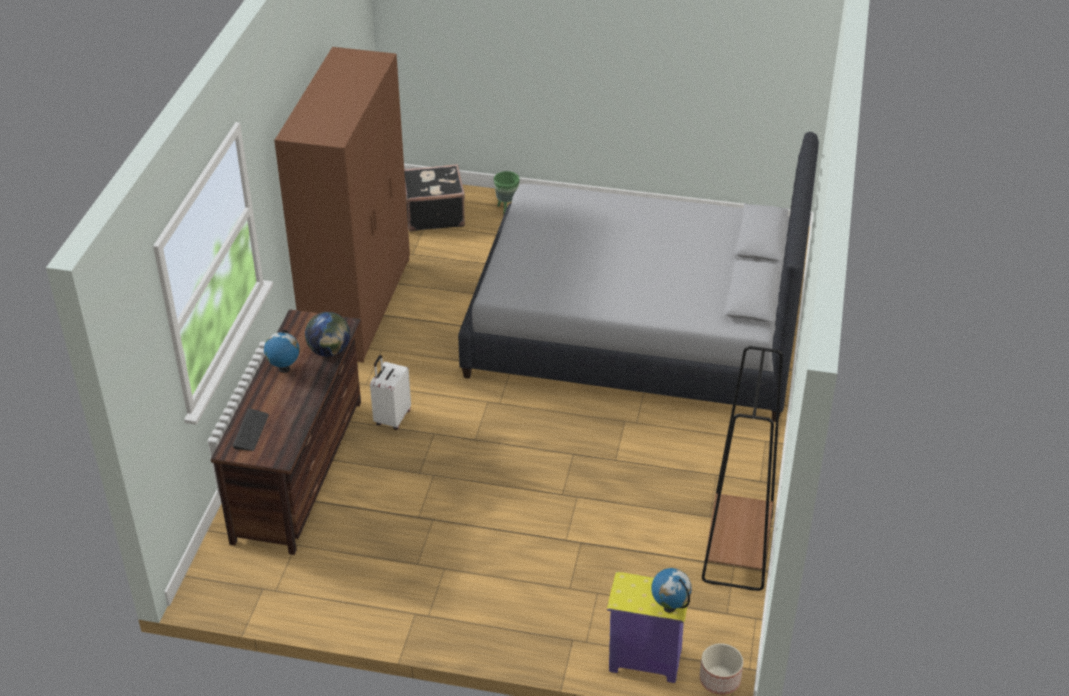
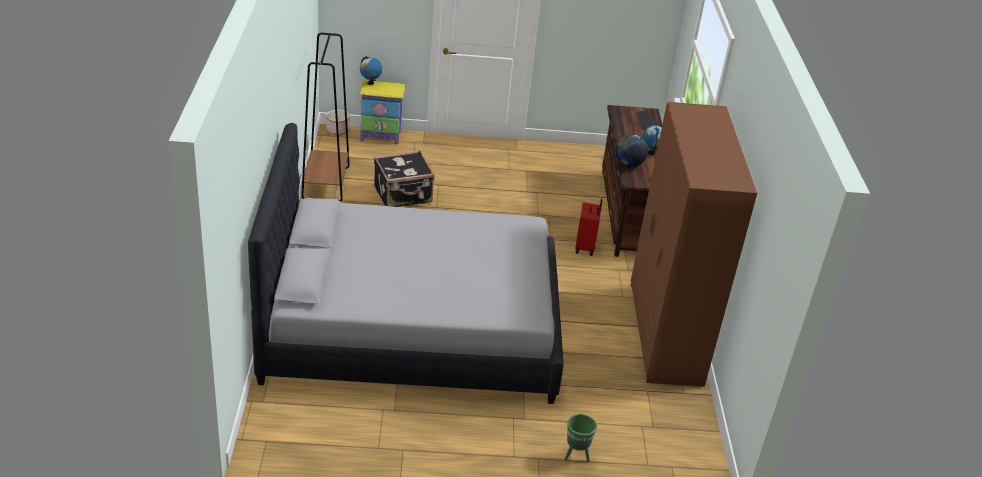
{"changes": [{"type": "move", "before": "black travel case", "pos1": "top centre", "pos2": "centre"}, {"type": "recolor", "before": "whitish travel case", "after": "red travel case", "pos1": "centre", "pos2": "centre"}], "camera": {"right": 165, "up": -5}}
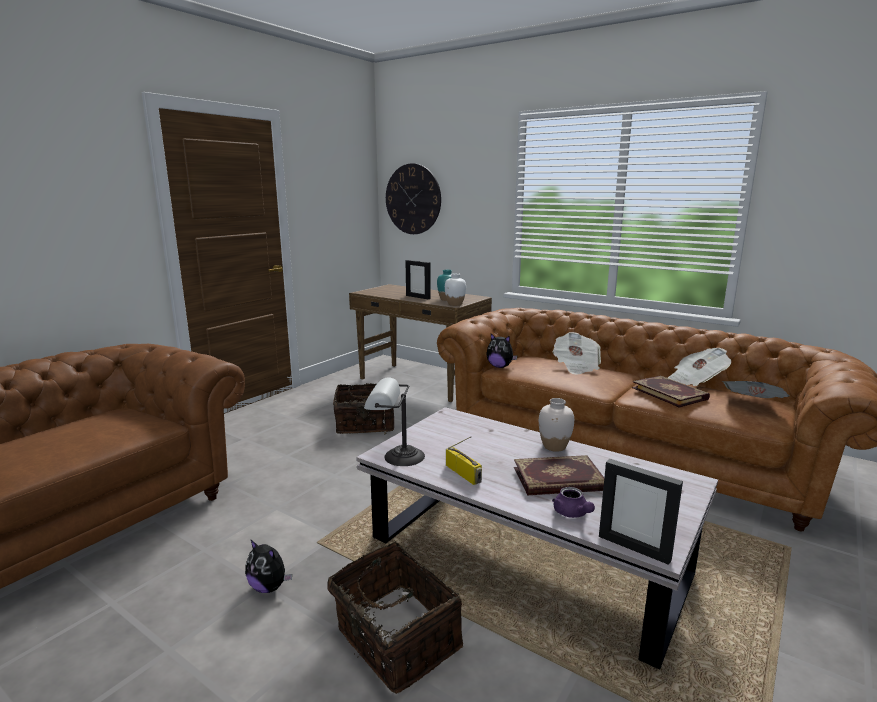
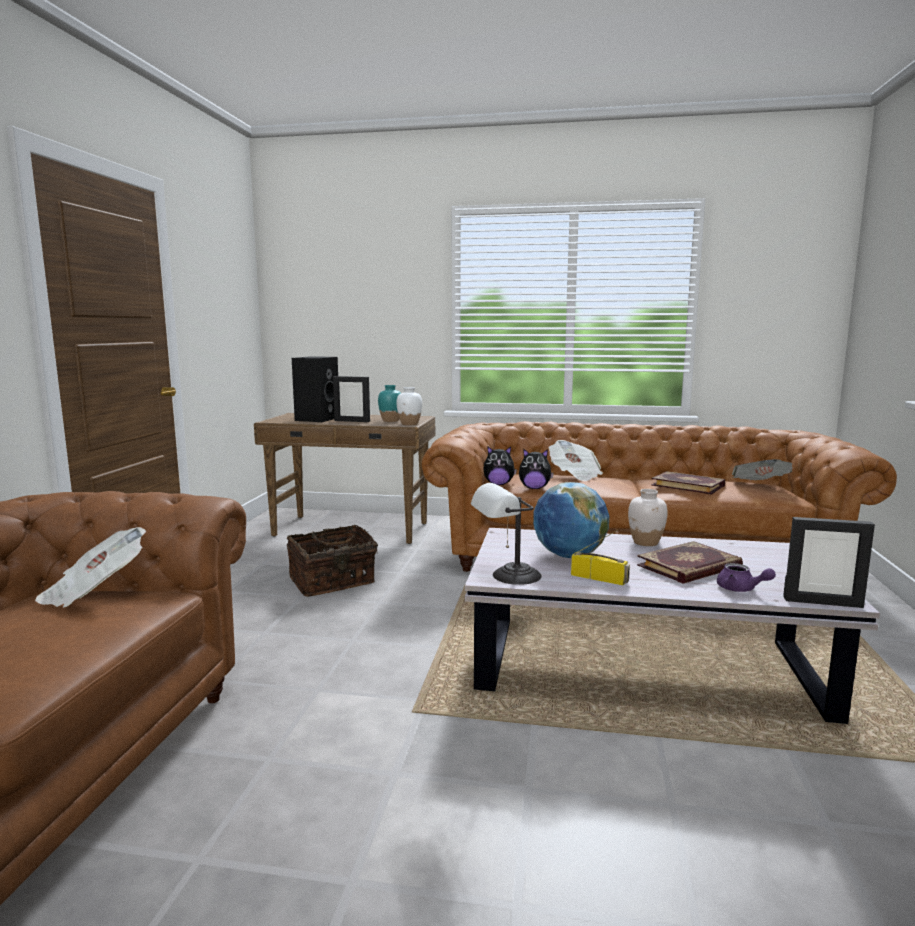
{"changes": [{"type": "delete", "before": "basket (2nd from left)", "pos1": "bottom centre"}, {"type": "delete", "before": "hanging clock", "pos1": "top centre"}, {"type": "insert", "after": "black speaker", "pos2": "centre"}, {"type": "insert", "after": "globe", "pos2": "centre"}, {"type": "move", "before": "soft toy (1st from left in the first image)", "after": "soft toy (2nd from left)", "pos1": "bottom left", "pos2": "centre"}, {"type": "move", "before": "newspaper (2nd from left in the first image)", "after": "newspaper (1st from left)", "pos1": "middle right", "pos2": "middle left"}], "camera": {"right": -25, "up": -5}}
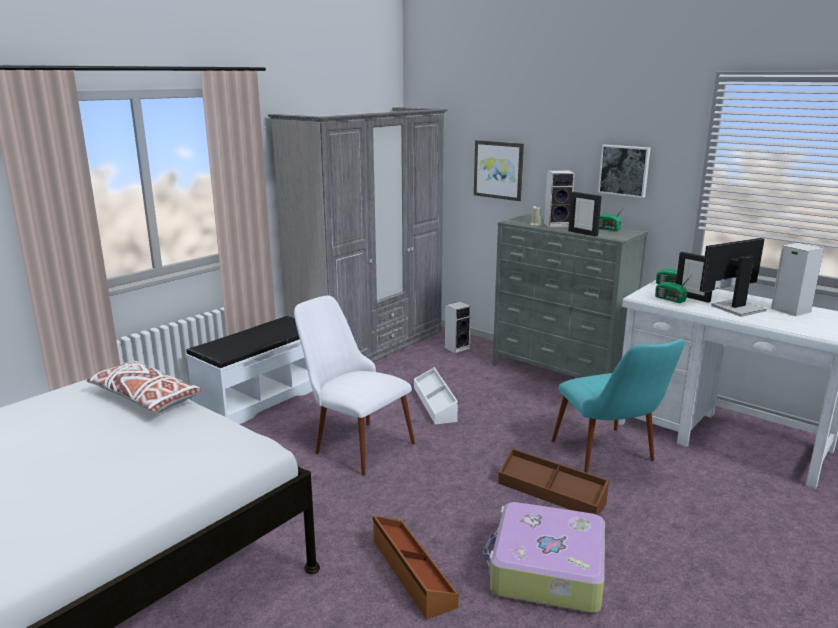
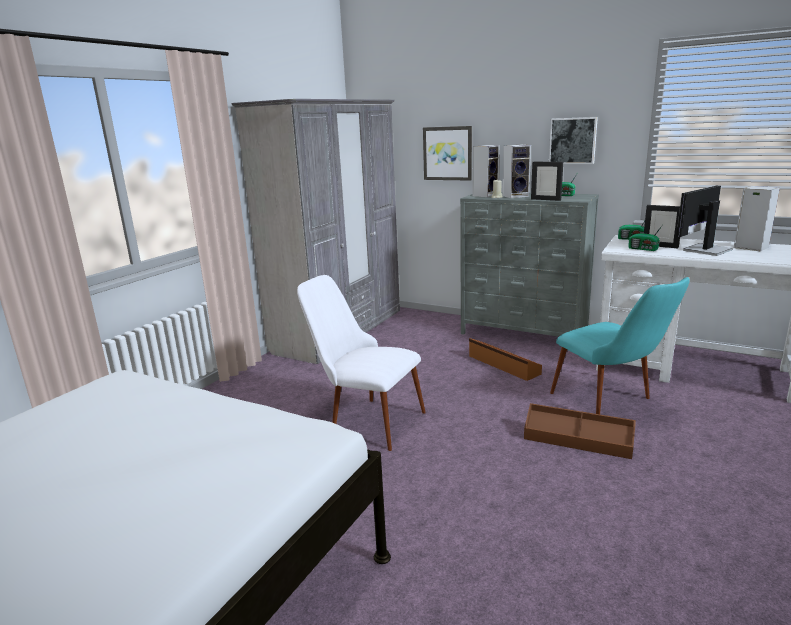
{"changes": [{"type": "delete", "before": "whitish pillow", "pos1": "middle left"}, {"type": "delete", "before": "whitish bench", "pos1": "middle left"}, {"type": "delete", "before": "whitish storage box", "pos1": "centre"}, {"type": "delete", "before": "travel case", "pos1": "bottom centre"}, {"type": "move", "before": "brown storage box (1st from left)", "pos1": "bottom centre", "pos2": "centre"}, {"type": "move", "before": "speaker (1st from left)", "pos1": "centre", "pos2": "top centre"}], "camera": {"right": -10, "up": 0}}
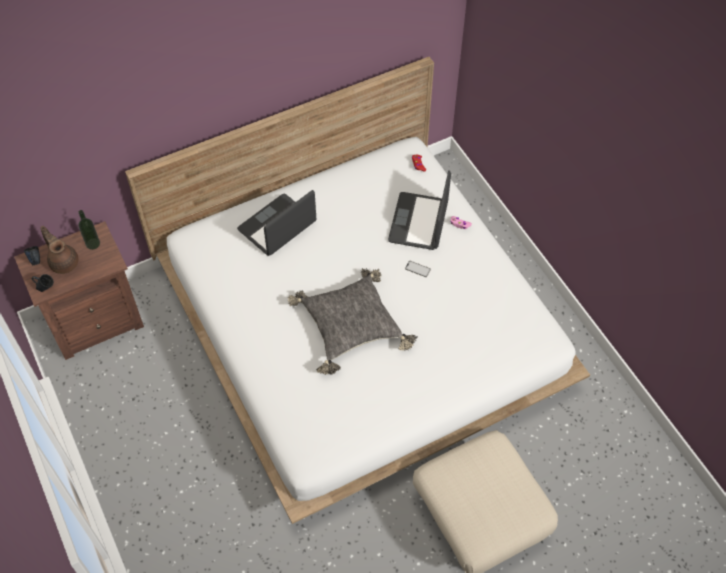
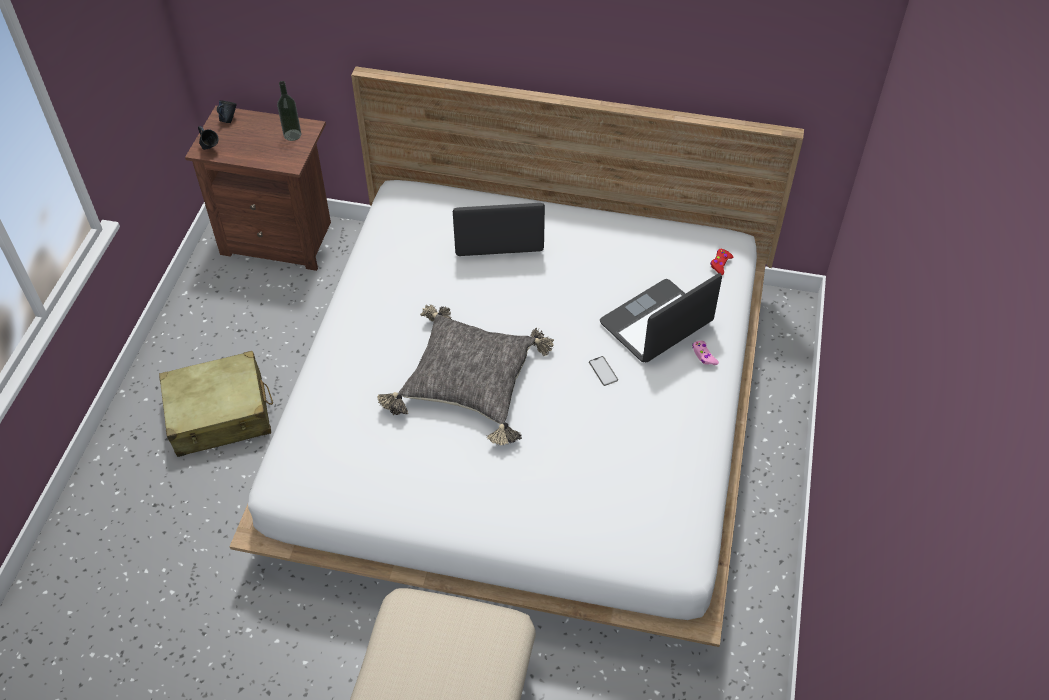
{"changes": [{"type": "delete", "before": "brown teapot", "pos1": "middle left"}, {"type": "insert", "after": "sand-coloured travel case", "pos2": "middle left"}], "camera": {"right": 40, "up": -5}}
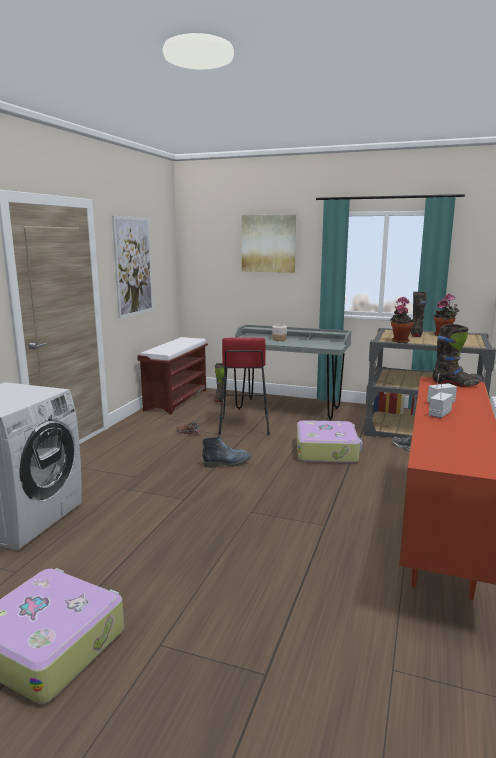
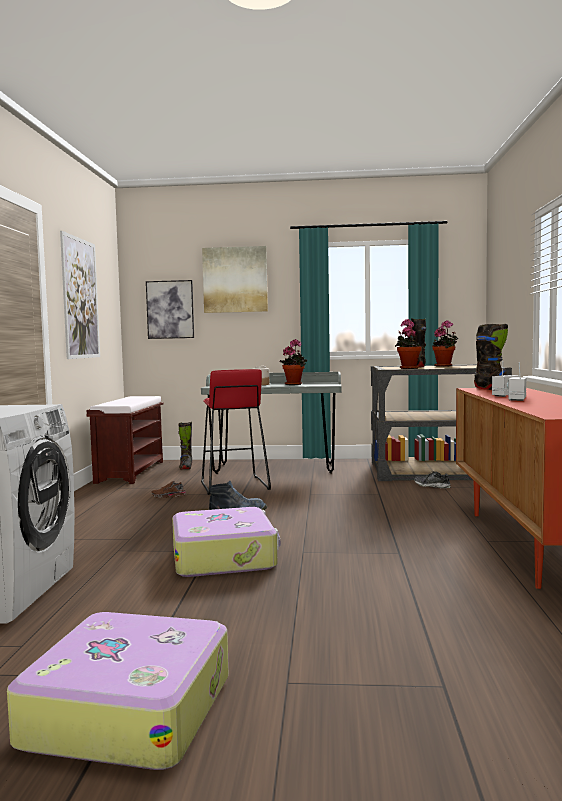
{"changes": [{"type": "insert", "after": "wall picture (2nd from left)", "pos2": "middle left"}, {"type": "insert", "after": "potted plant (1st from left)", "pos2": "centre"}, {"type": "move", "before": "travel case (2nd from left)", "pos1": "centre", "pos2": "bottom centre"}], "camera": {"right": -15, "up": -10}}
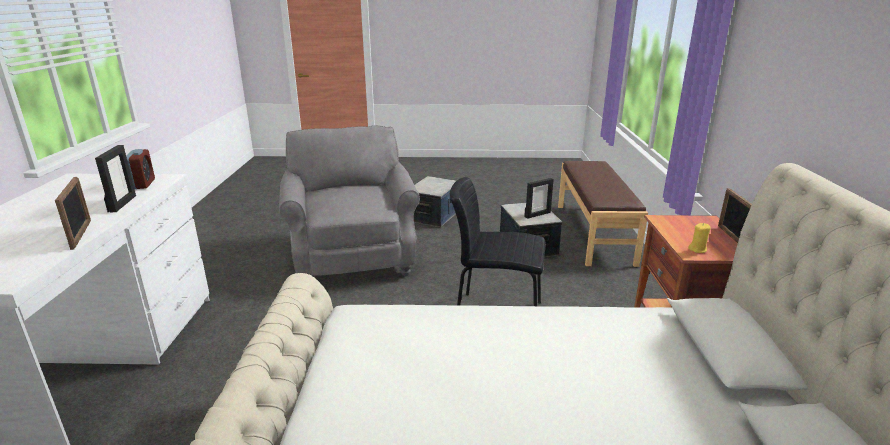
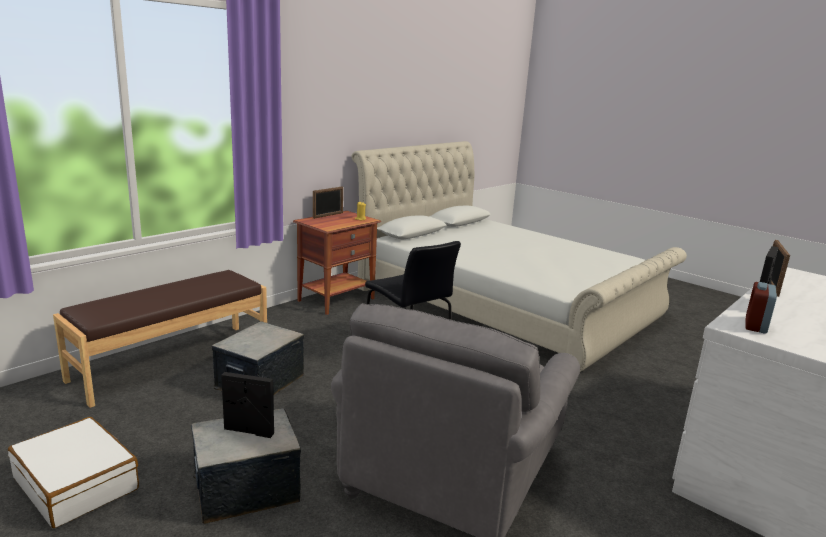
{"changes": [{"type": "insert", "after": "whitish travel case", "pos2": "bottom left"}, {"type": "move", "before": "standing frame (3rd from left in the first image)", "after": "standing frame (1st from left)", "pos1": "centre", "pos2": "bottom left"}], "camera": {"right": -140, "up": -5}}
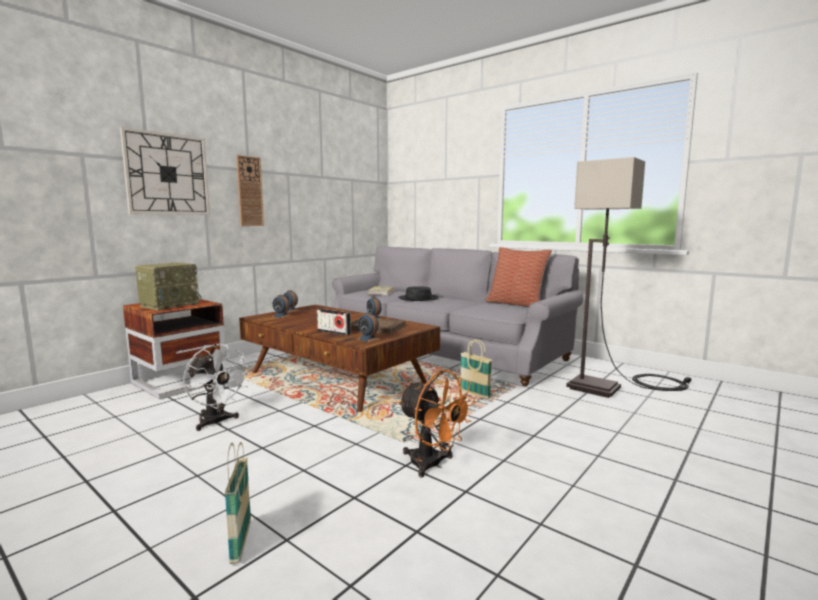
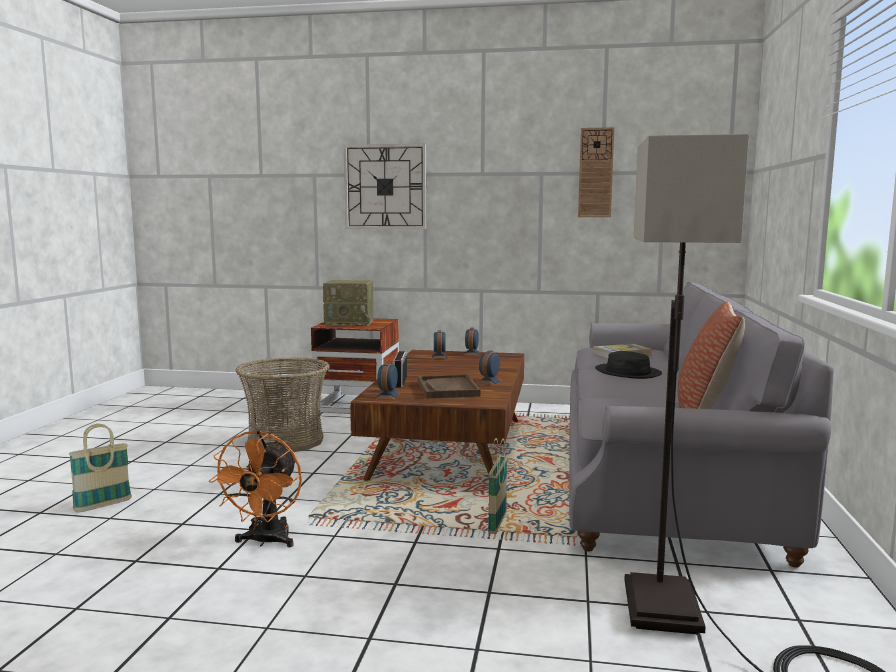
{"changes": [{"type": "move", "before": "hanging clock (2nd from left)", "pos1": "top left", "pos2": "top centre"}, {"type": "replace", "before": "whitish fan", "after": "basket (2nd from left)", "pos1": "middle left", "pos2": "middle left"}], "camera": {"right": 60, "up": 0}}
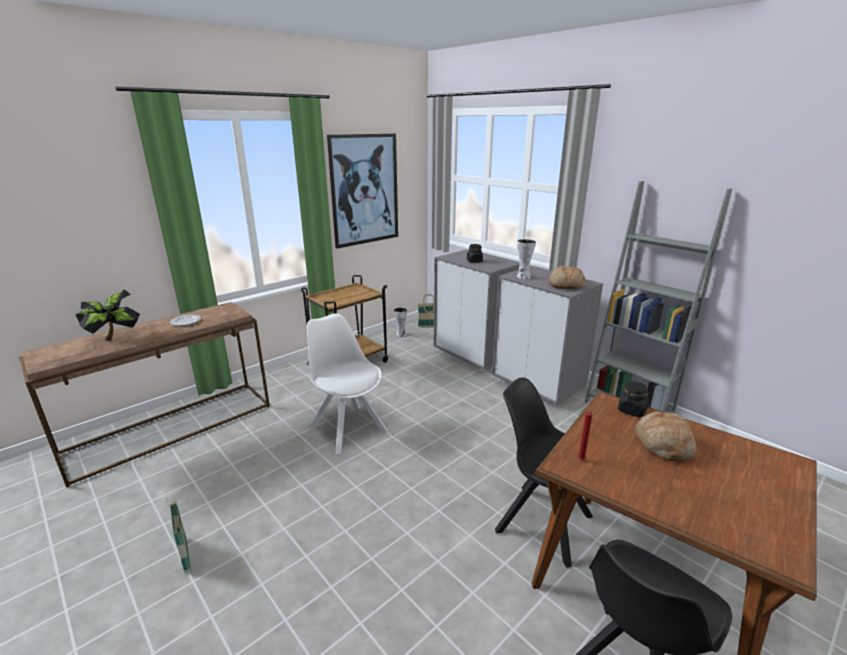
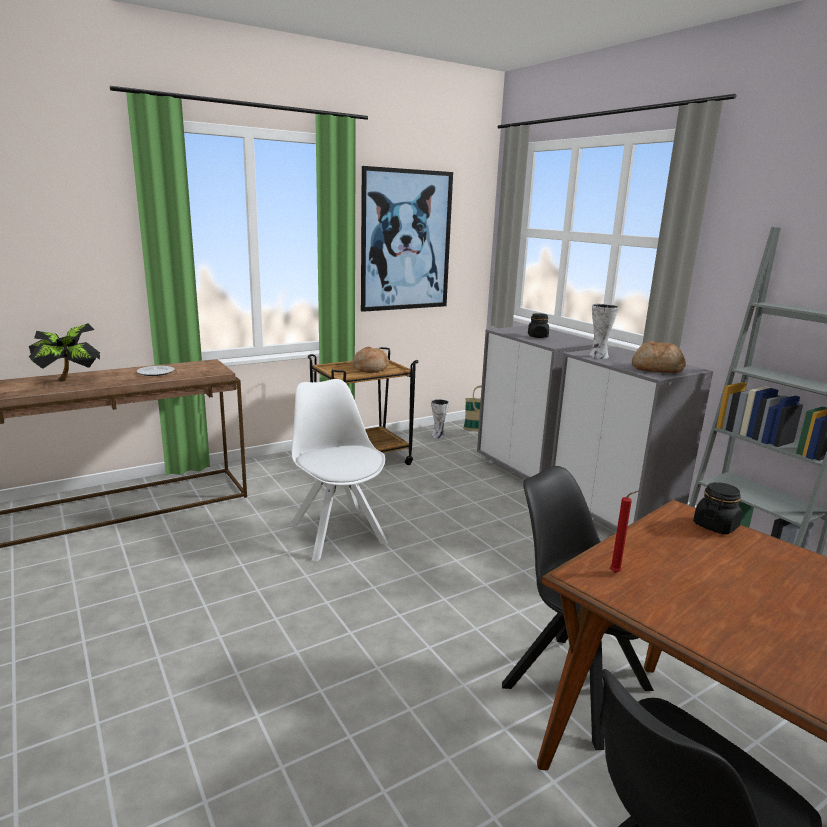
{"changes": [{"type": "delete", "before": "basket (1st from left)", "pos1": "bottom left"}, {"type": "move", "before": "baked bread (2nd from left in the first image)", "after": "baked bread (1st from left)", "pos1": "middle right", "pos2": "centre"}], "camera": {"right": 10, "up": -5}}
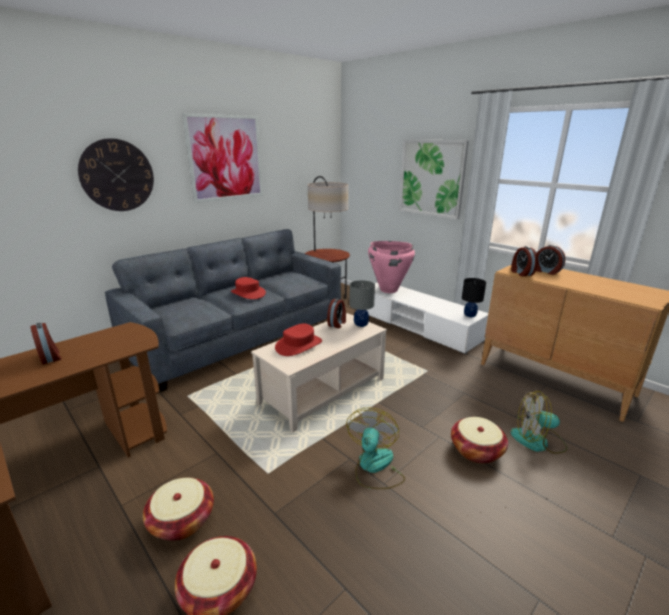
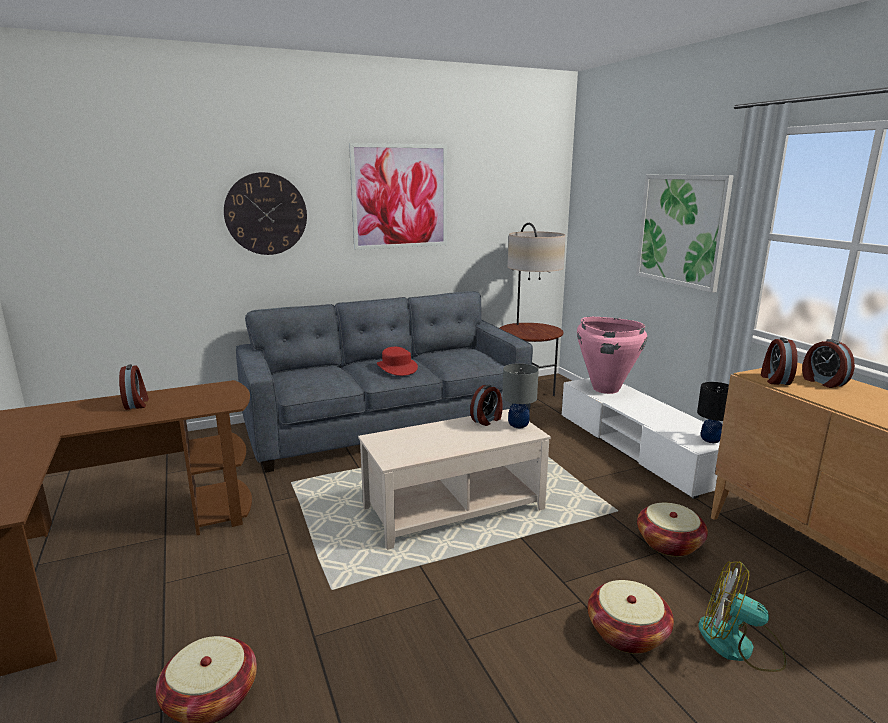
{"changes": [{"type": "delete", "before": "red hat (2nd from left)", "pos1": "centre"}, {"type": "delete", "before": "fan (1st from left)", "pos1": "bottom centre"}, {"type": "move", "before": "basket (1st from left in the first image)", "after": "basket (3rd from left)", "pos1": "bottom left", "pos2": "bottom right"}], "camera": {"right": 20, "up": -5}}
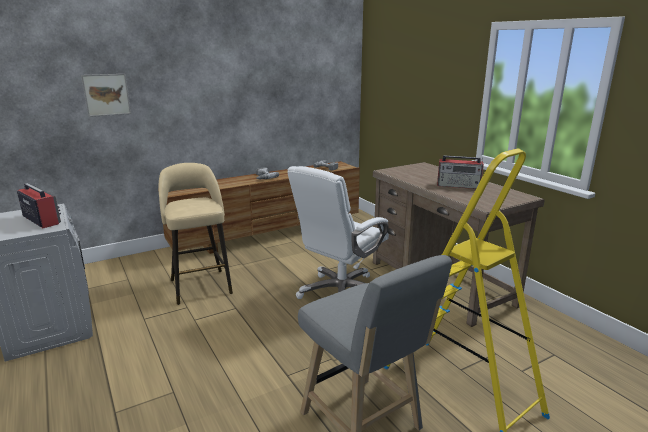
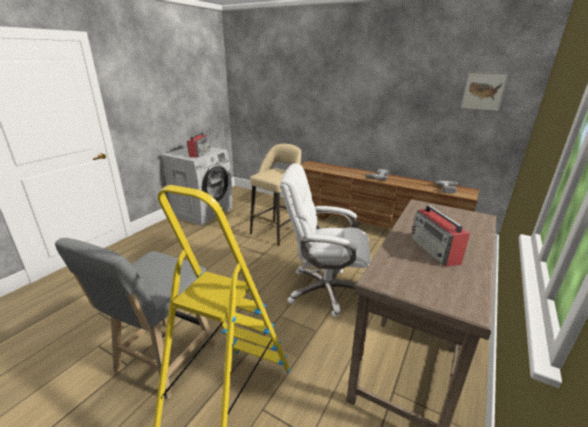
{"changes": [{"type": "move", "before": "wall picture", "pos1": "top left", "pos2": "top right"}], "camera": {"right": 60, "up": 5}}
